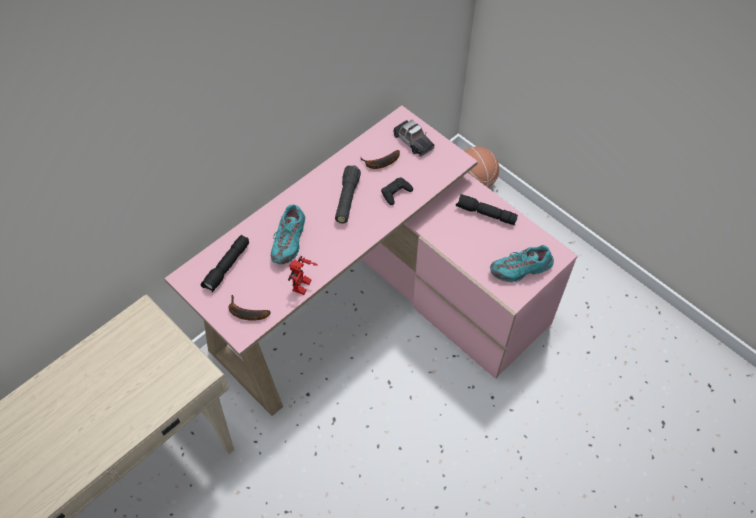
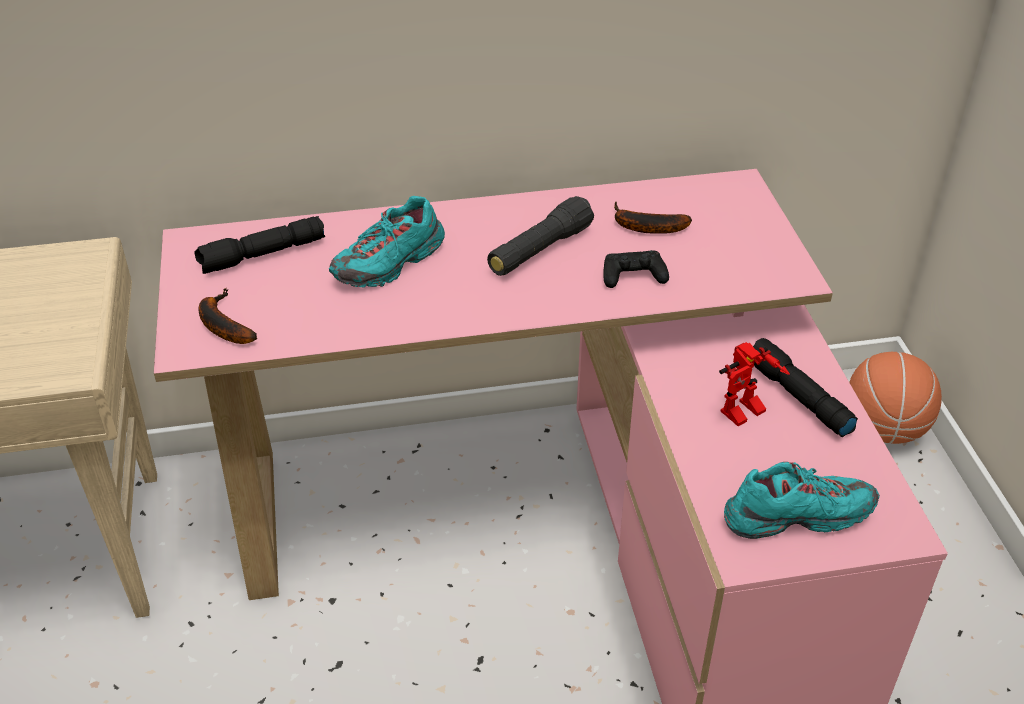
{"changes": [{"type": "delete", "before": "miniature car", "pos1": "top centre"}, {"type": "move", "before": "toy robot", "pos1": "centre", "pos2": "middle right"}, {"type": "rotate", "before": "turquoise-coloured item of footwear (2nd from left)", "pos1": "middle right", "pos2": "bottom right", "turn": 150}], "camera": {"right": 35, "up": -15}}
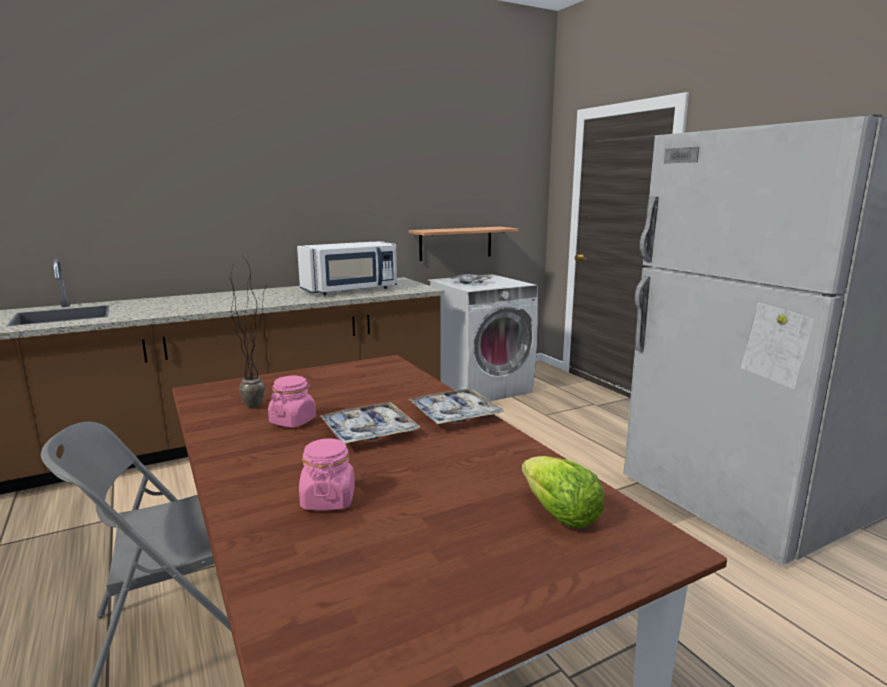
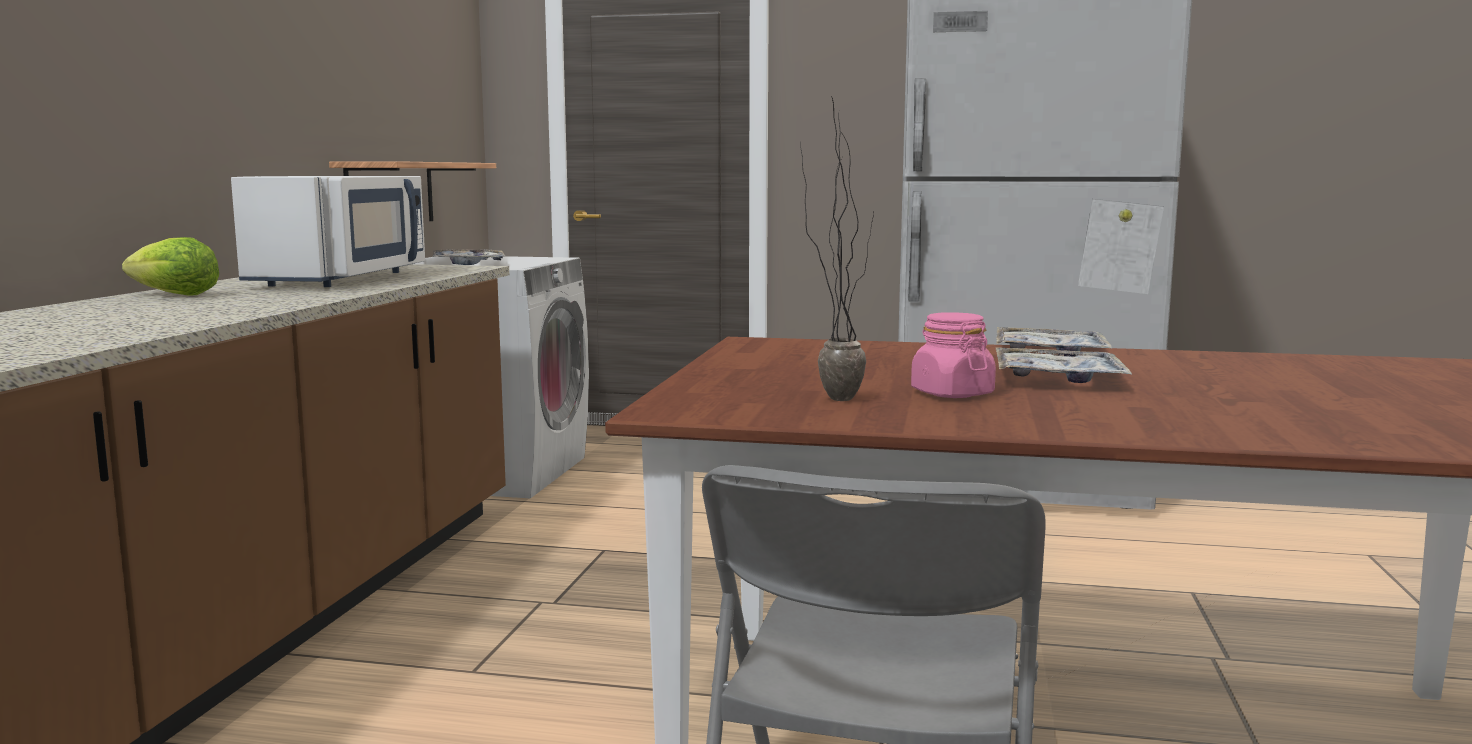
{"changes": [{"type": "delete", "before": "pink preserve jar (2nd from left)", "pos1": "bottom centre"}, {"type": "move", "before": "lettuce head", "pos1": "bottom centre", "pos2": "middle left"}], "camera": {"right": -50, "up": -5}}
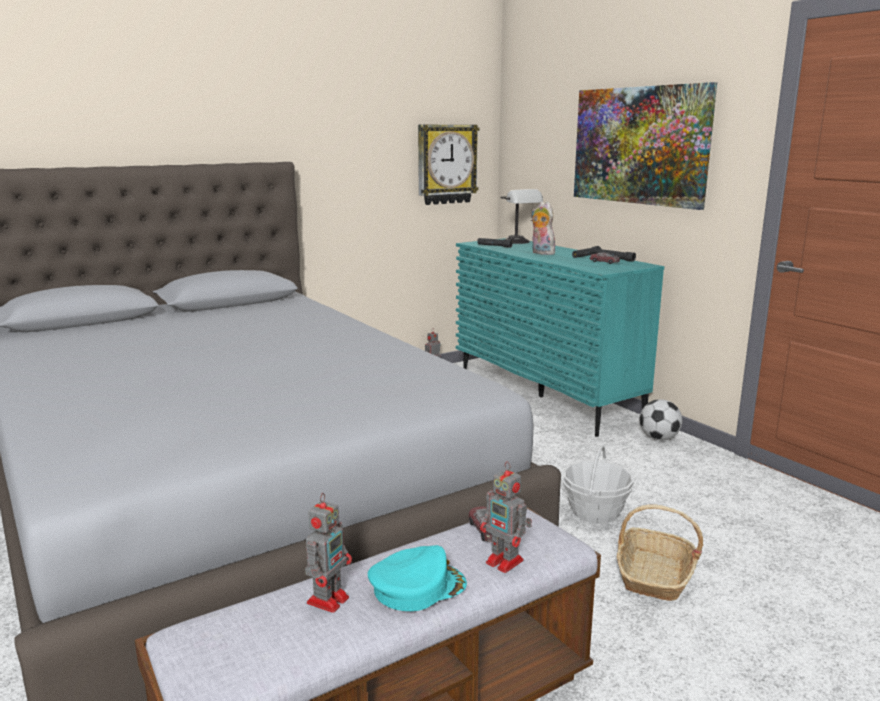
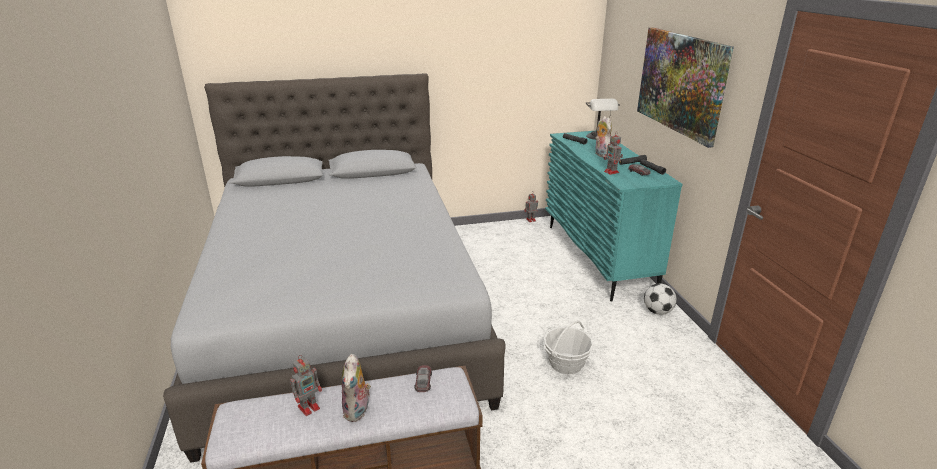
{"changes": [{"type": "delete", "before": "hanging clock", "pos1": "top centre"}, {"type": "delete", "before": "basket (2nd from left)", "pos1": "bottom right"}, {"type": "move", "before": "toy robot (3rd from left)", "pos1": "bottom centre", "pos2": "top centre"}, {"type": "replace", "before": "turquoise-coloured peaked cap", "after": "soft toy (1st from left)", "pos1": "bottom centre", "pos2": "bottom centre"}], "camera": {"right": 20, "up": 10}}
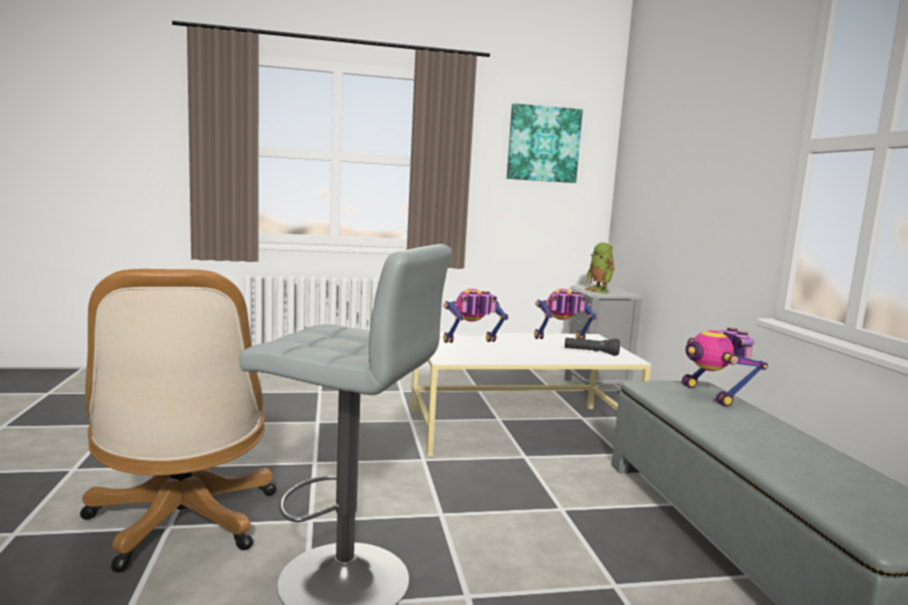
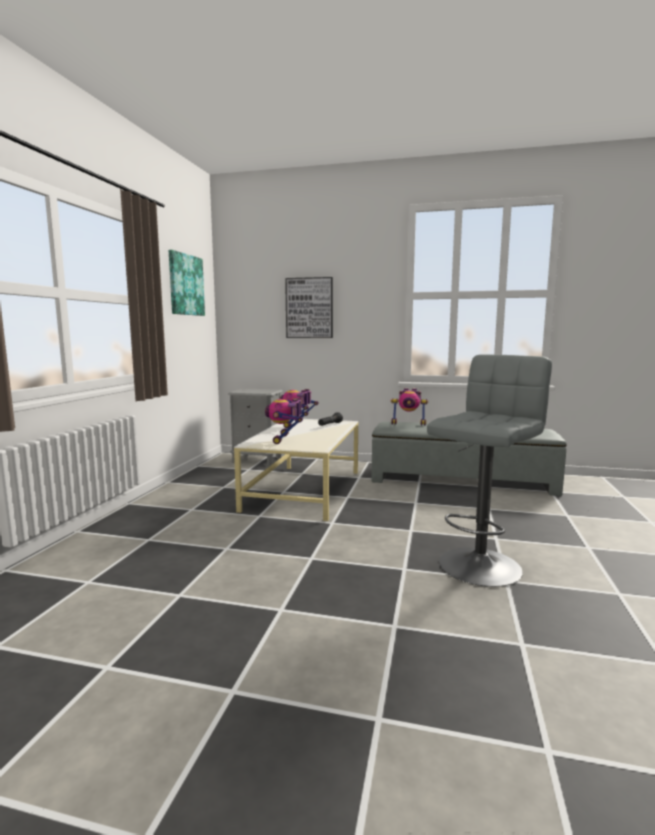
{"changes": [{"type": "delete", "before": "desk chair", "pos1": "bottom left"}, {"type": "delete", "before": "toy robot (3rd from left)", "pos1": "centre"}, {"type": "insert", "after": "wall picture (2nd from left)", "pos2": "centre"}], "camera": {"right": -65, "up": 0}}
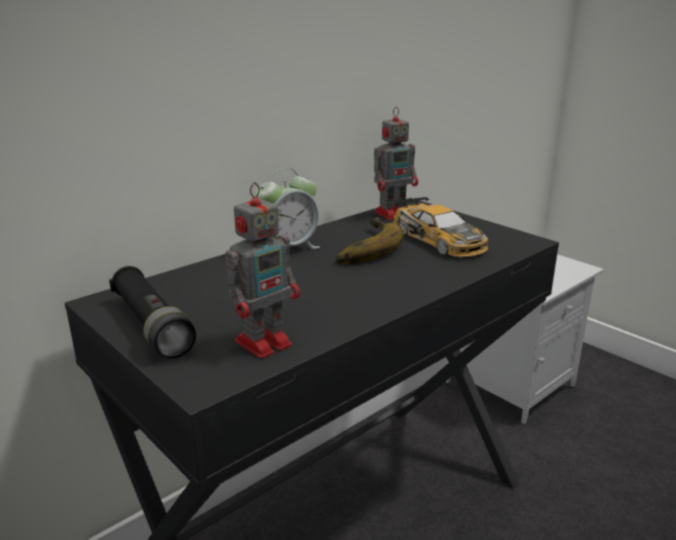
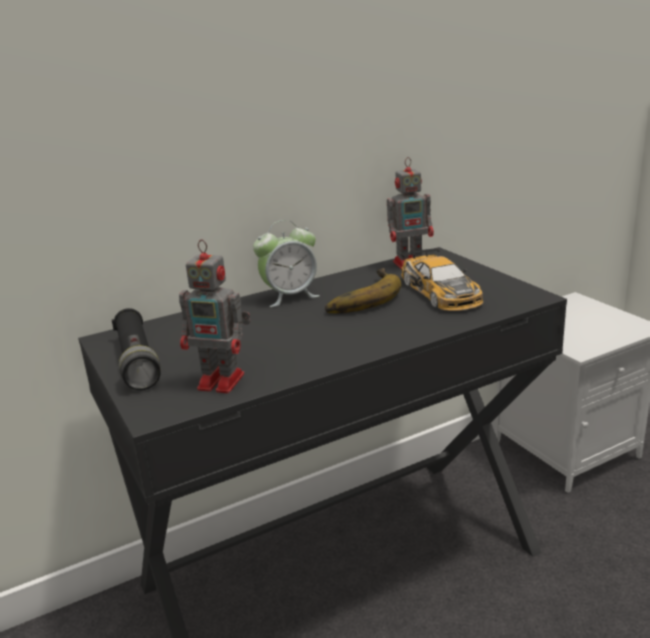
{"changes": [{"type": "rotate", "before": "toy robot (1st from left)", "pos1": "centre", "pos2": "middle left", "turn": 45}], "camera": {"right": 15, "up": 0}}
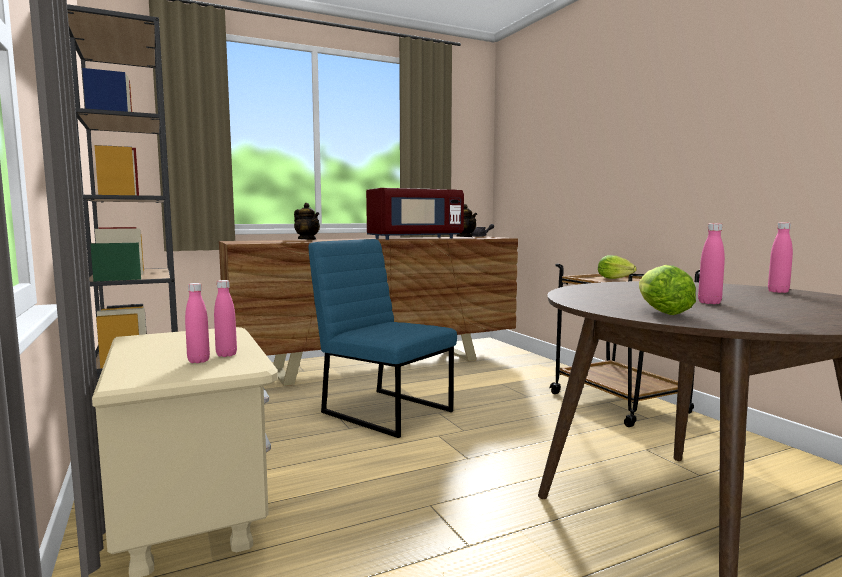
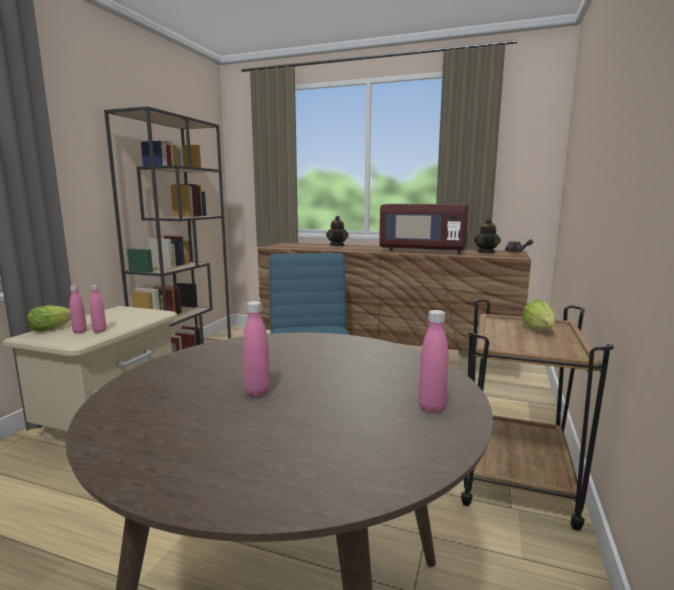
{"changes": [{"type": "move", "before": "lettuce head (2nd from left in the first image)", "after": "lettuce head (1st from left)", "pos1": "middle right", "pos2": "middle left"}], "camera": {"right": 45, "up": 5}}
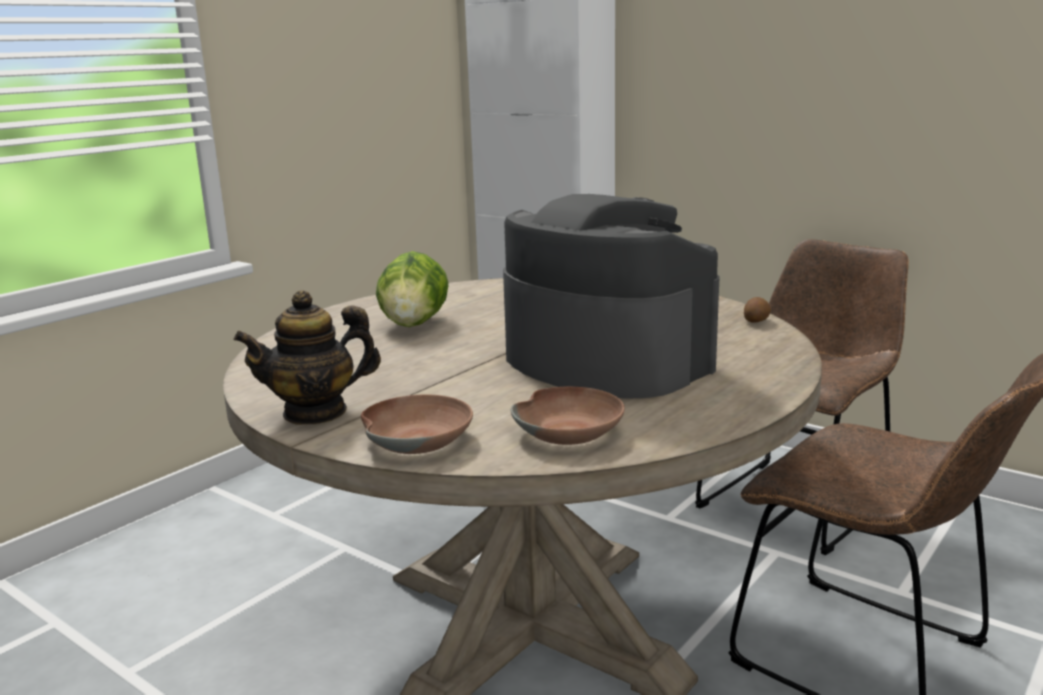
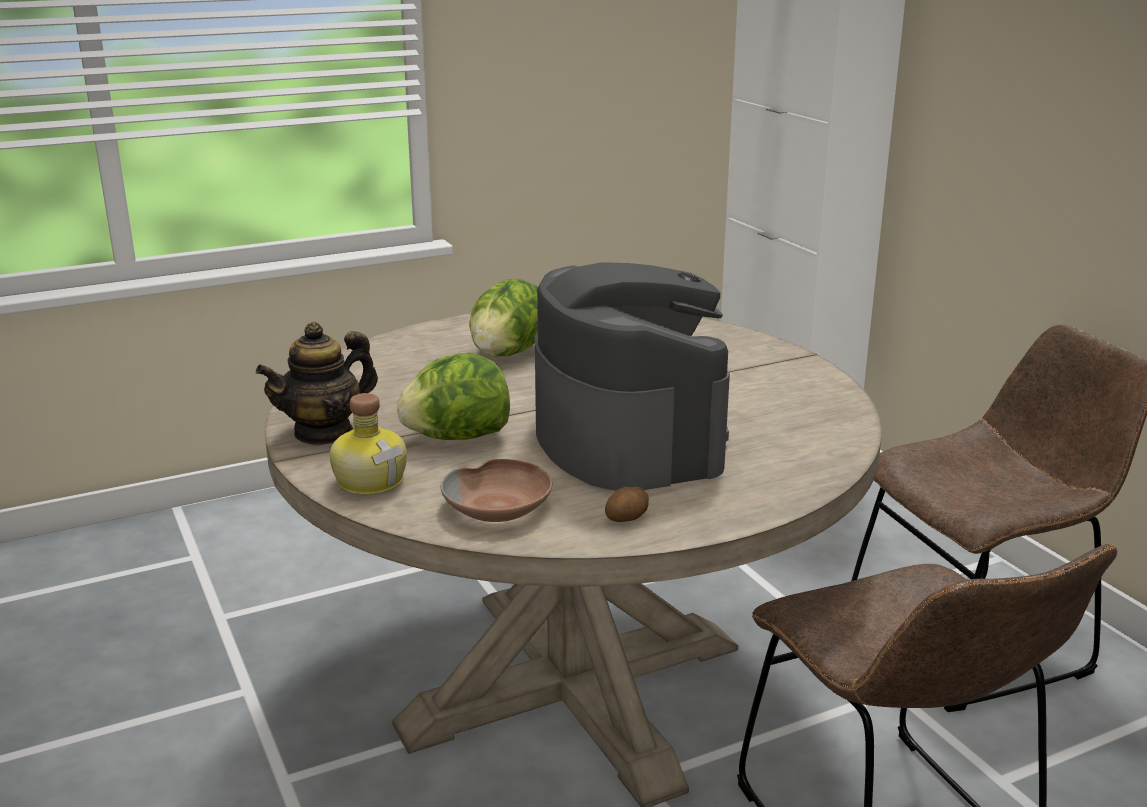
{"changes": [{"type": "insert", "after": "lettuce head (1st from left)", "pos2": "centre"}, {"type": "move", "before": "spud", "pos1": "middle right", "pos2": "centre"}, {"type": "replace", "before": "brown deep dish (1st from left)", "after": "drink bottle", "pos1": "centre", "pos2": "middle left"}, {"type": "rotate", "before": "teapot", "pos1": "middle left", "pos2": "middle left", "turn": -45}], "camera": {"right": 25, "up": 5}}
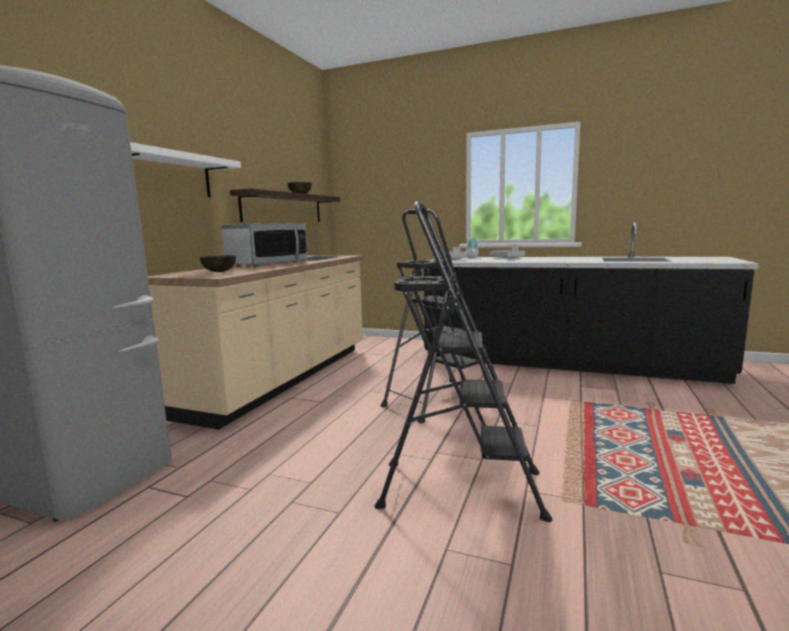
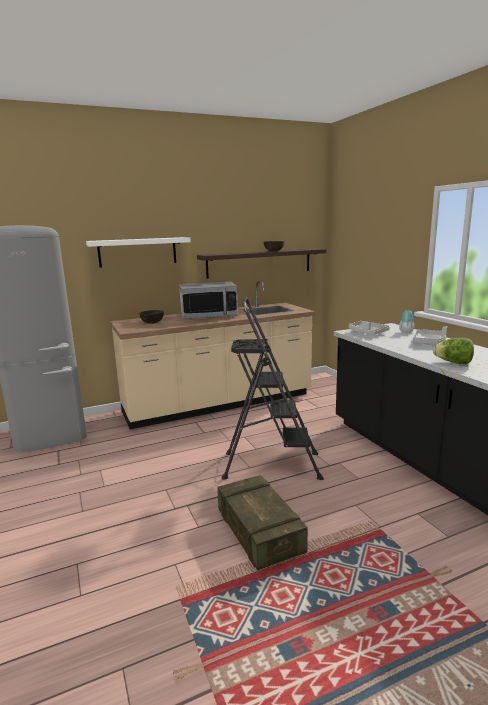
{"changes": [{"type": "delete", "before": "step ladder (2nd from left)", "pos1": "centre"}, {"type": "insert", "after": "packing crate", "pos2": "bottom centre"}, {"type": "insert", "after": "lettuce head", "pos2": "middle right"}], "camera": {"right": 45, "up": 5}}
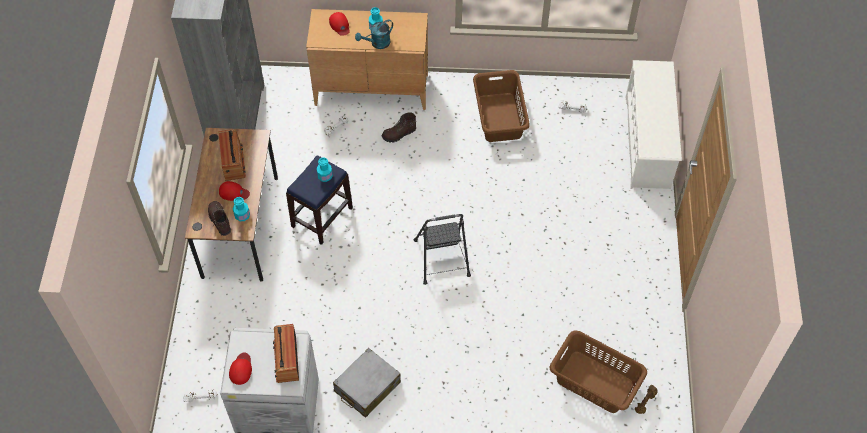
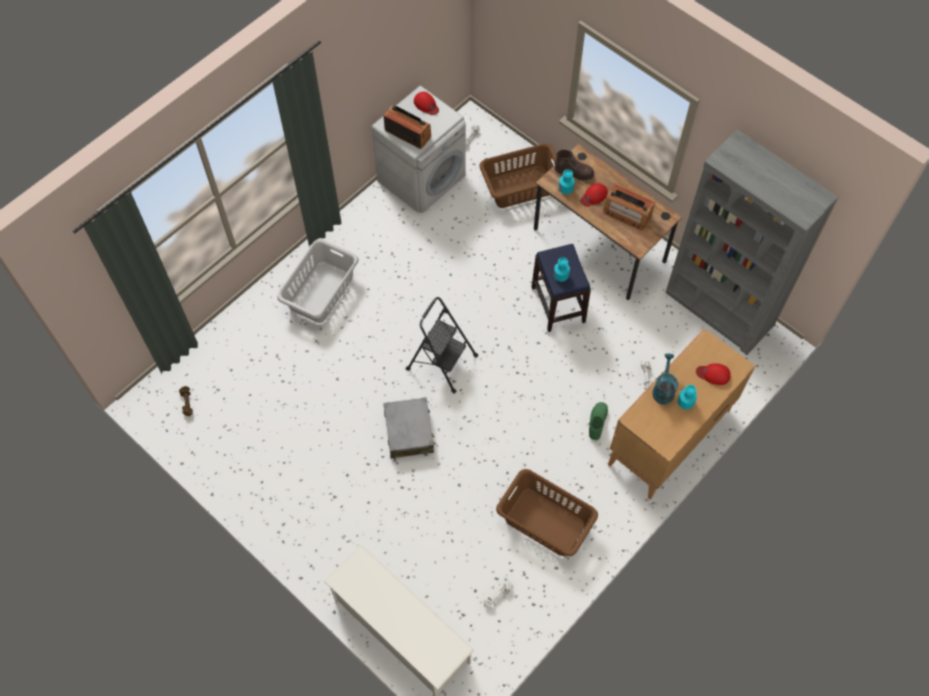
{"changes": [{"type": "insert", "after": "grey hamper", "pos2": "centre"}, {"type": "move", "before": "grey travel case", "pos1": "bottom centre", "pos2": "centre"}, {"type": "move", "before": "brown hamper (2nd from left in the first image)", "after": "brown hamper (1st from left)", "pos1": "bottom right", "pos2": "top centre"}, {"type": "recolor", "before": "brown high-top boot (2nd from left)", "after": "greenish high-top boot", "pos1": "top centre", "pos2": "centre"}], "camera": {"right": 130, "up": 5}}
